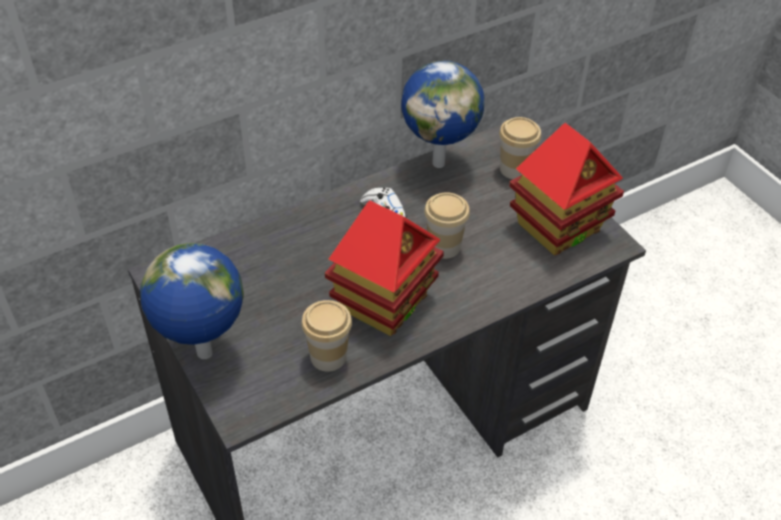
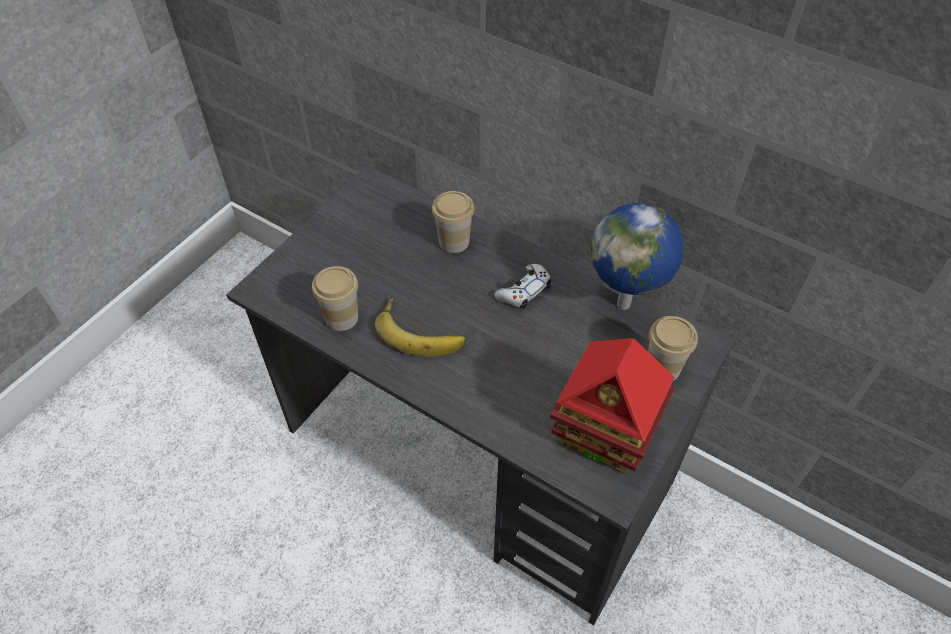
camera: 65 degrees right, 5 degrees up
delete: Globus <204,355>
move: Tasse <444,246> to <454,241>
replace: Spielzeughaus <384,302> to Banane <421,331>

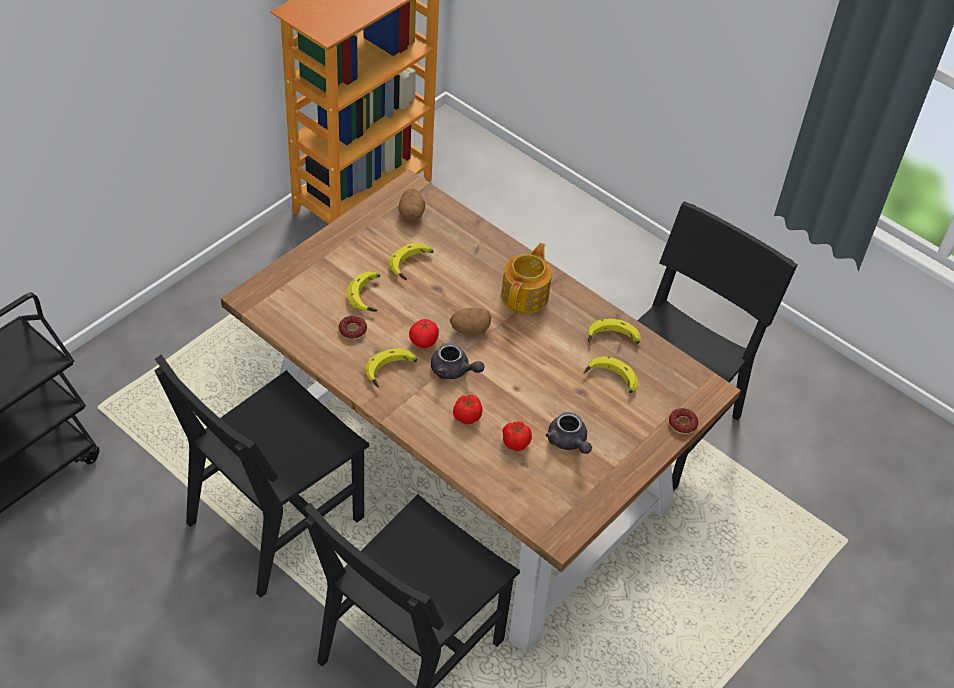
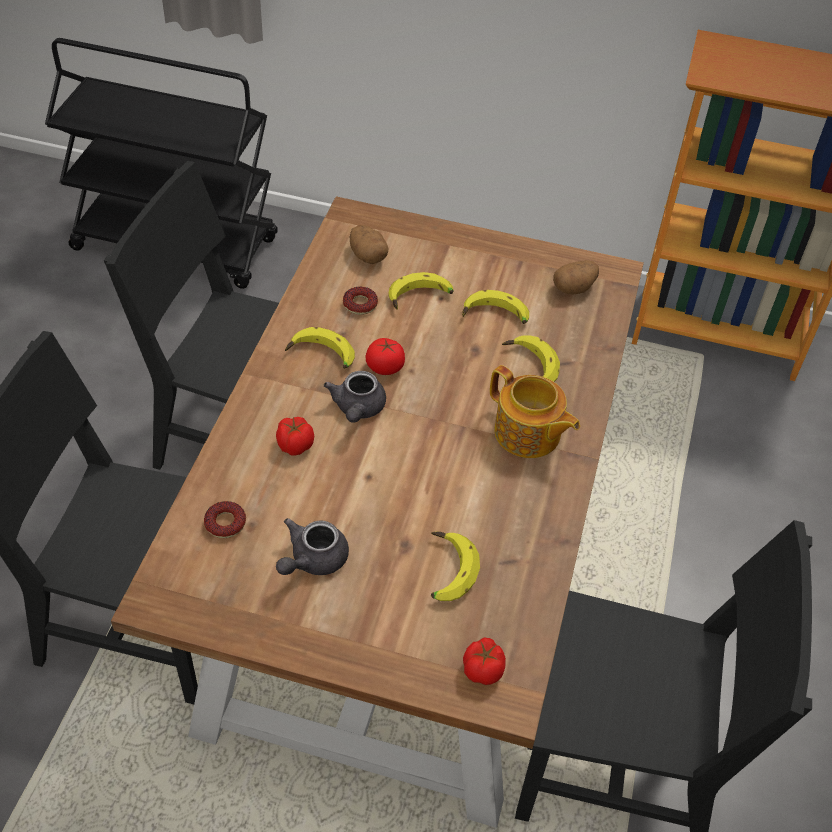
camera: 65 degrees right, 0 degrees up
move: Donut <682,424> to <225,523>; Kartoffel <469,329> to <368,256>; Tomate <515,442> to <483,669>; Banane <612,340> to <529,367>
rotate: Teekanne <526,295> = <528,434> 45 degrees clockwise

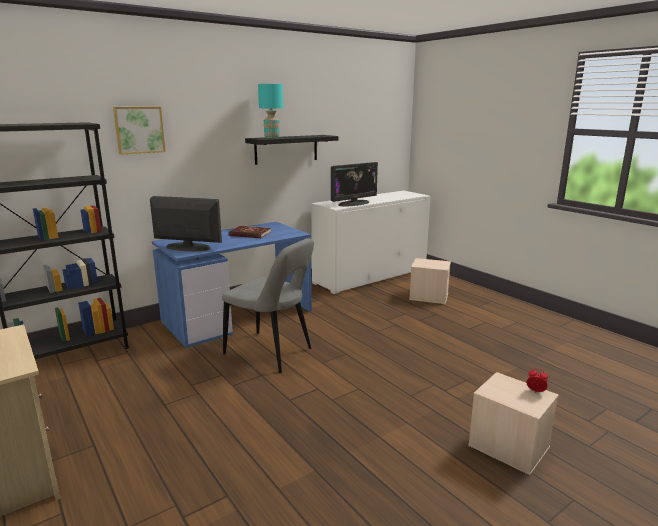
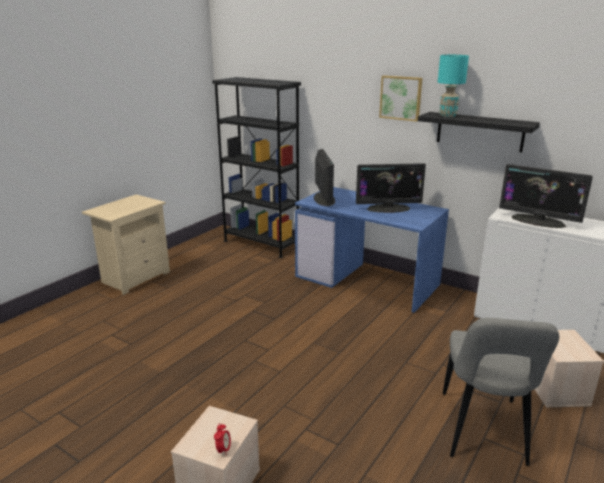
camera: 70 degrees right, 5 degrees up
move: Bild <139,130> to <401,98>; Stuhl [grau] <271,353> to <483,431>
replace: Buch [rot] <250,234> to Monitor <388,208>

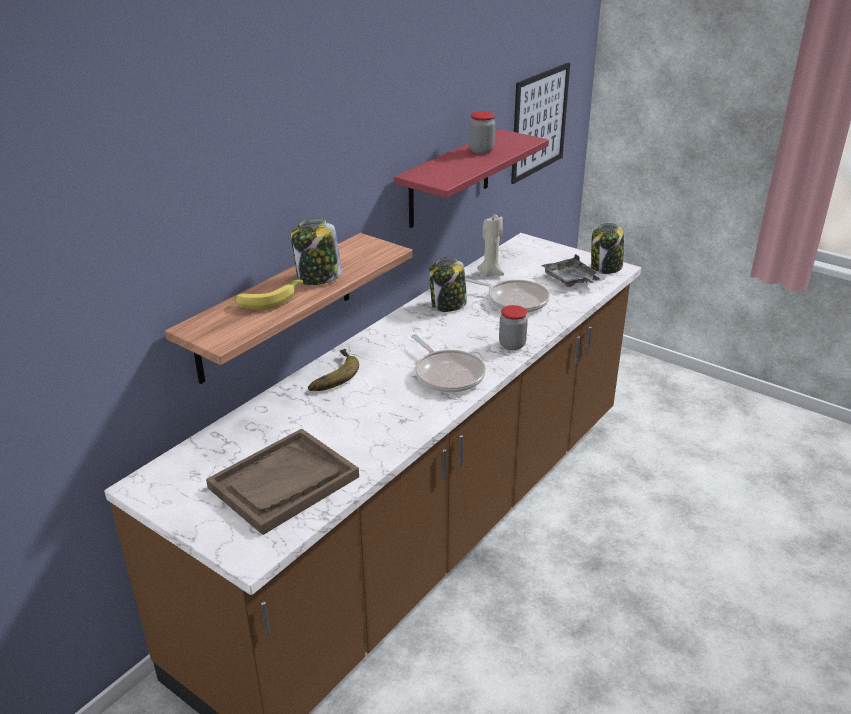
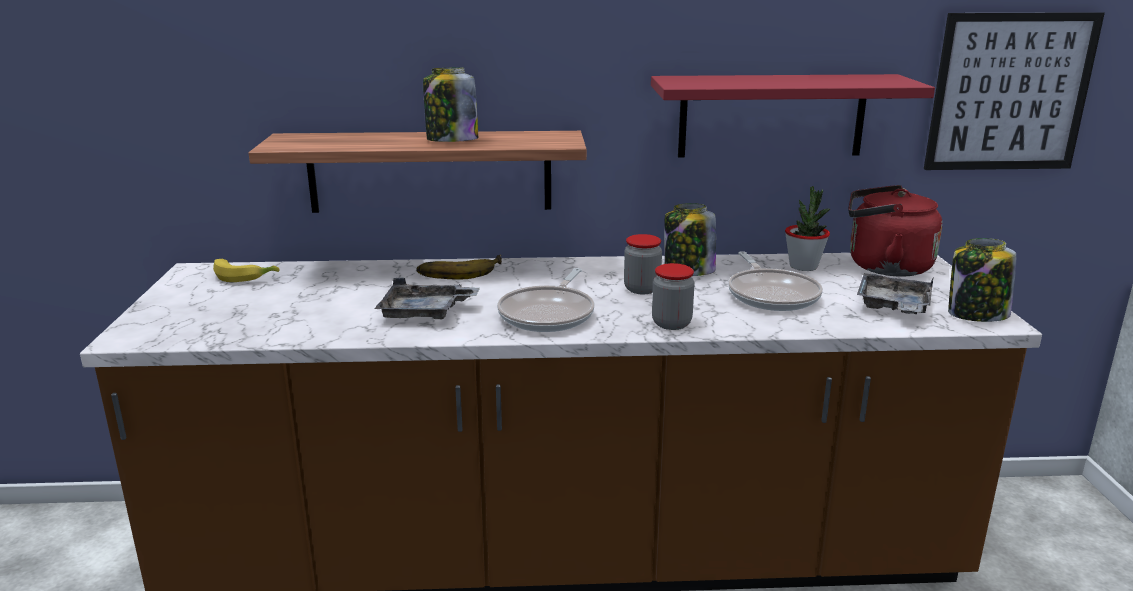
camera: 50 degrees right, 10 degrees down
delete: Tablett [braun] <283,483>
insert: Tablett [grau] <425,313>; Wasserkessel [rot] <883,267>
move: Banane <269,300> to <244,276>; Vorratsglas <481,150> to <642,289>
replace: Kerze [beige] <491,273> to Topfpflanze <803,266>

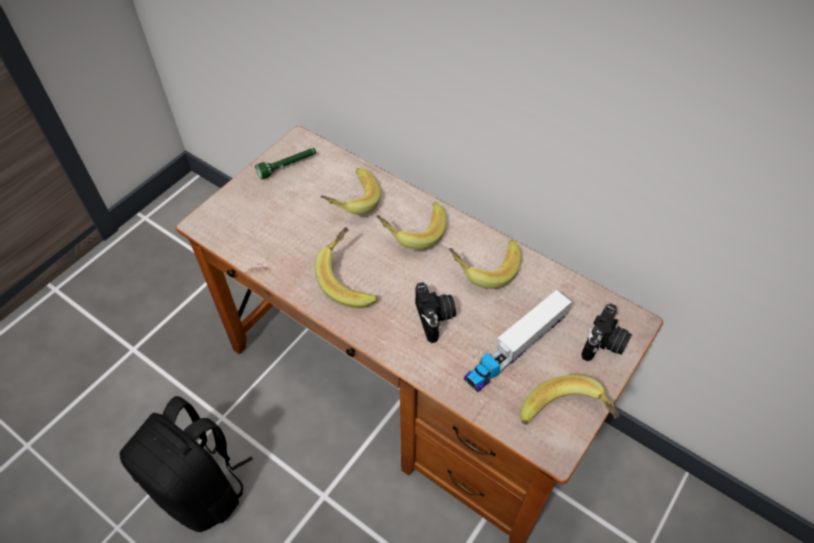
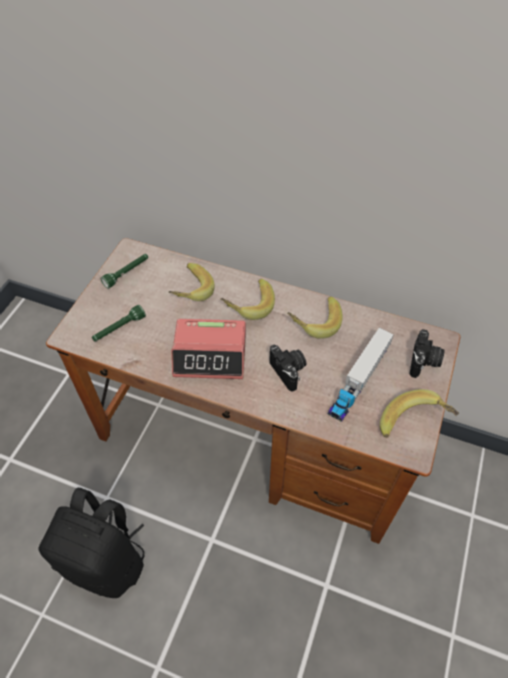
camera: 15 degrees left, 0 degrees up
insert: Taschenlampe [grün] <119,329>
replace: Banane <350,279> to Wecker <210,355>

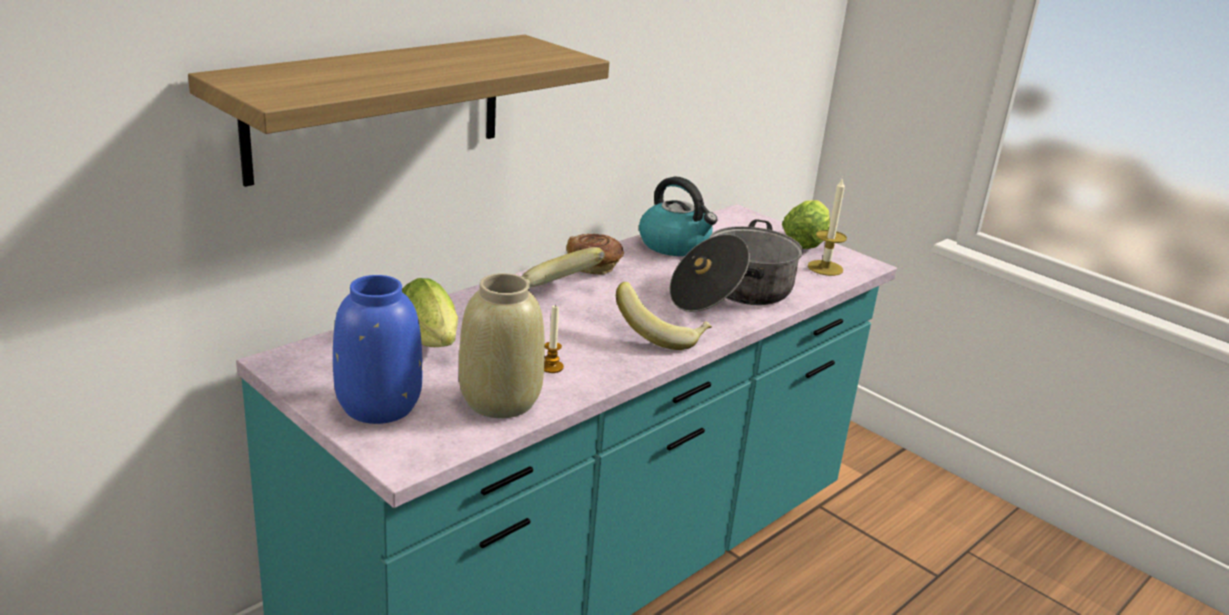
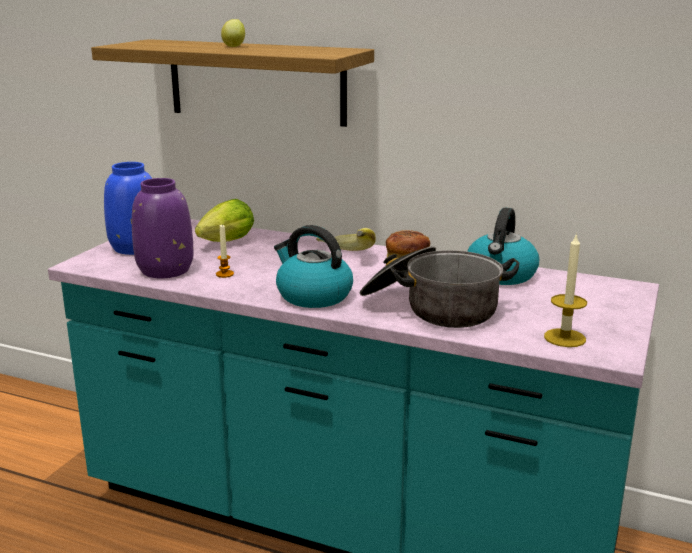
camera: 70 degrees right, 5 degrees down
delete: Salatkopf <806,242>
insert: Zitrone <234,46>
replace: Banane <661,336> to Wasserkessel <313,296>
recolor: Vase [beige] <499,401> to Vase [lila] <165,270>

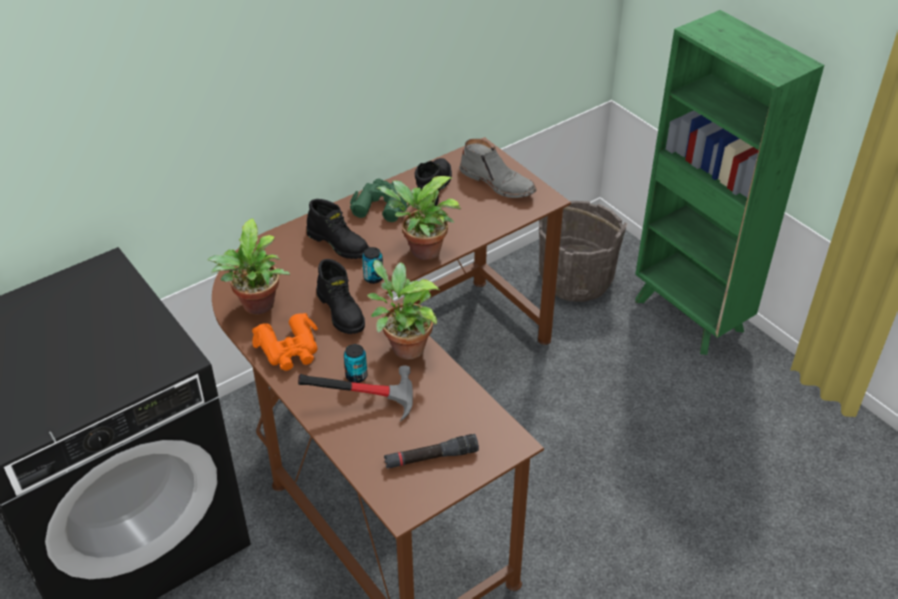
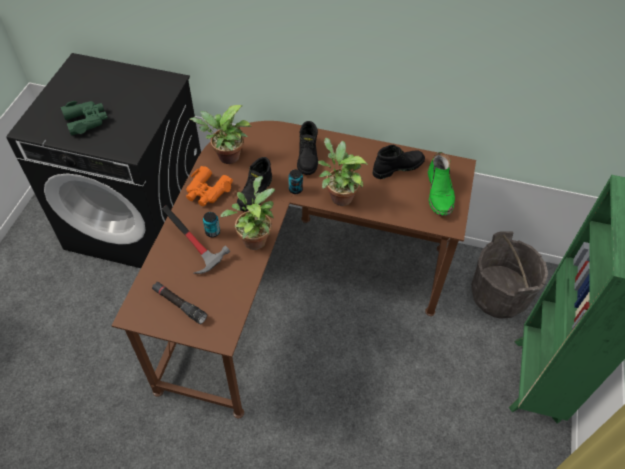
camera: 50 degrees right, 10 degrees up
move: Fernglas [grün] <381,205> to <86,120>
recolor: Stiefel [grau] <498,182> to Stiefel [grün] <440,193>

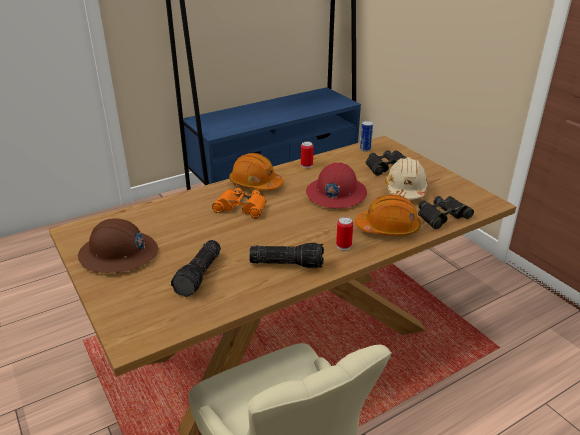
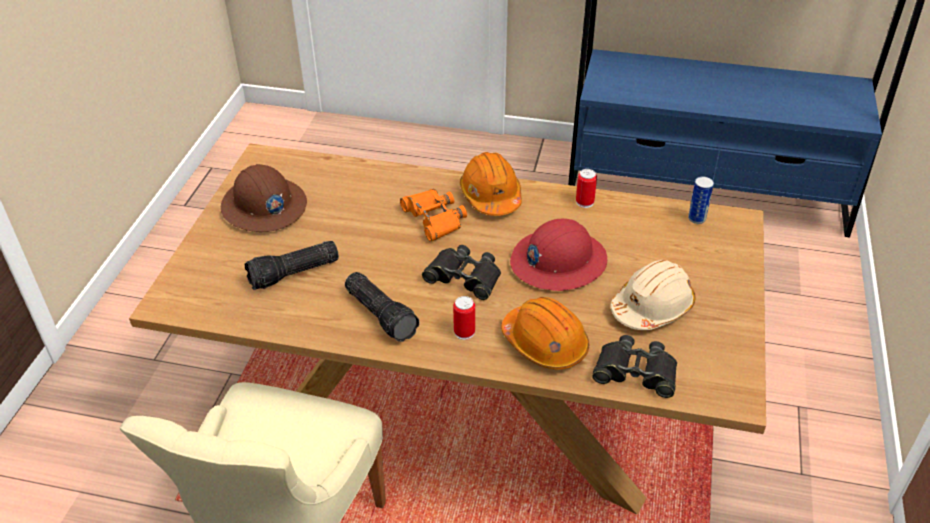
camera: 45 degrees right, 10 degrees up
move: Fernglas [schwarz] <387,167> to <464,277>

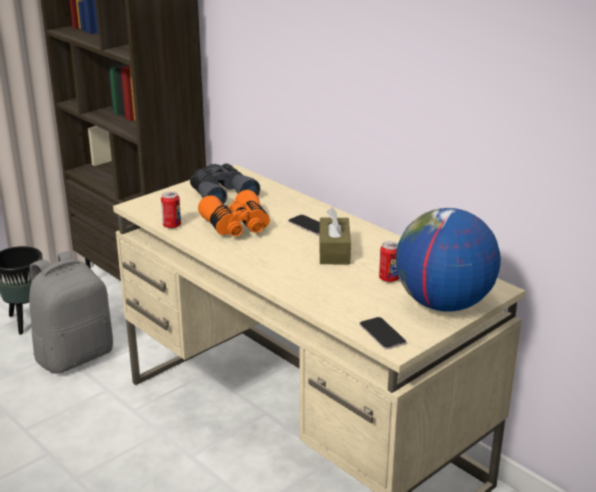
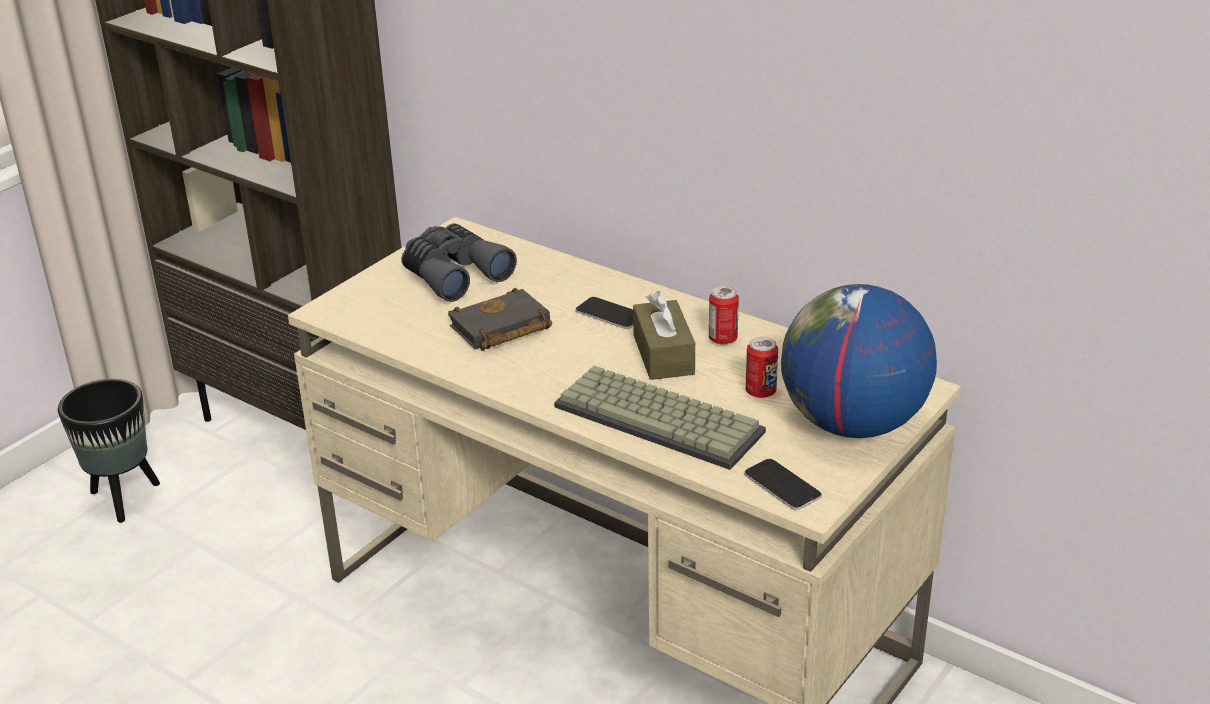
camera: 10 degrees left, 5 degrees up
delete: Rucksack [grau] <74,355>
insert: Tastatur <662,418>
move: Dose <172,225> to <723,339>
replace: Fernglas [orange] <237,226> to Buch [schwarz] <500,329>

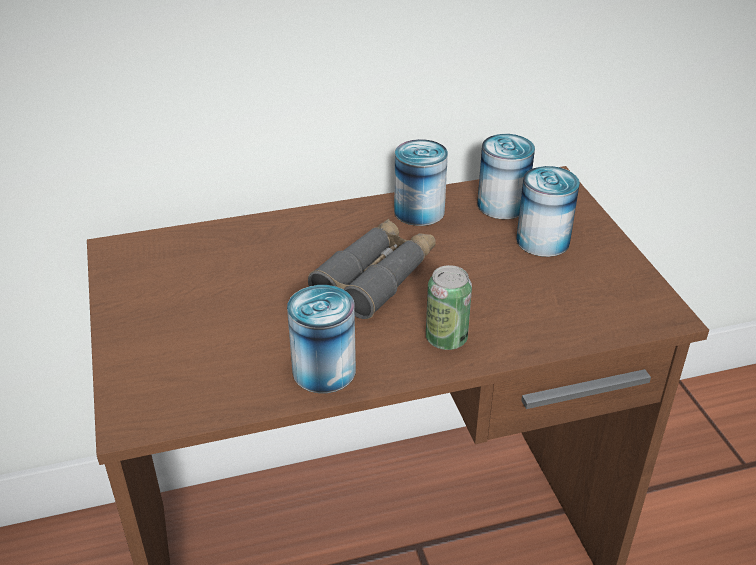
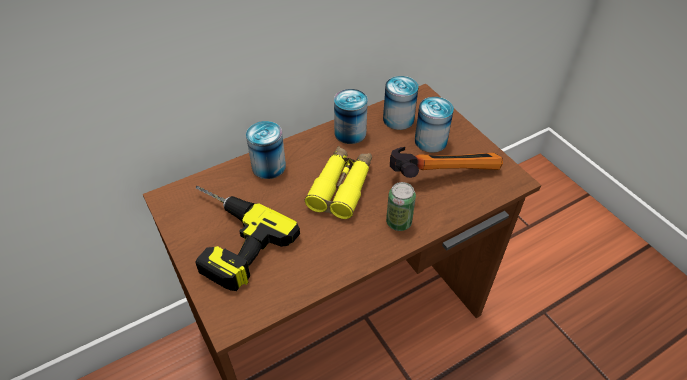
camera: 15 degrees left, 10 degrees up
insert: Bohrmaschine <225,239>; Hammer <441,172>
move: Dose <324,370> to <268,166>
recolor: Fernglas [grau] <376,277> to Fernglas [gelb] <341,187>

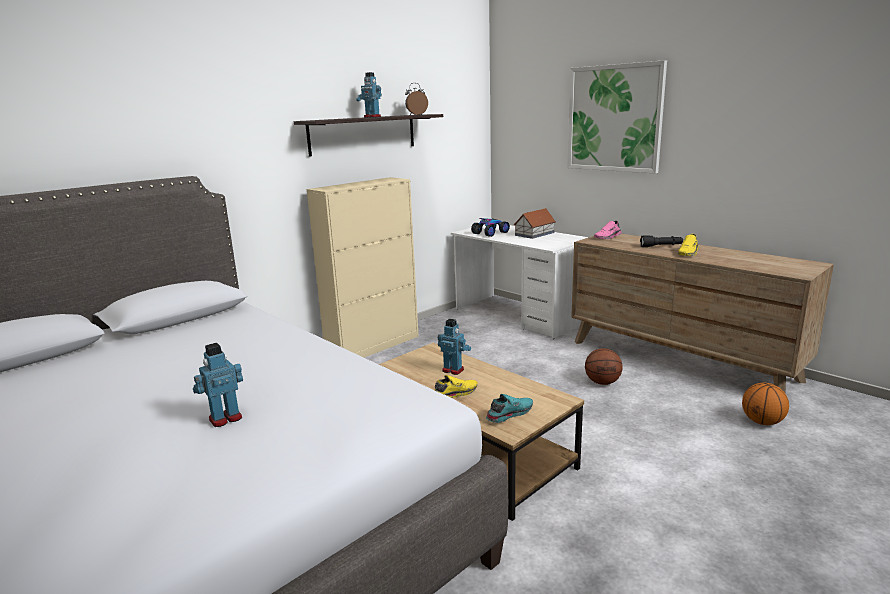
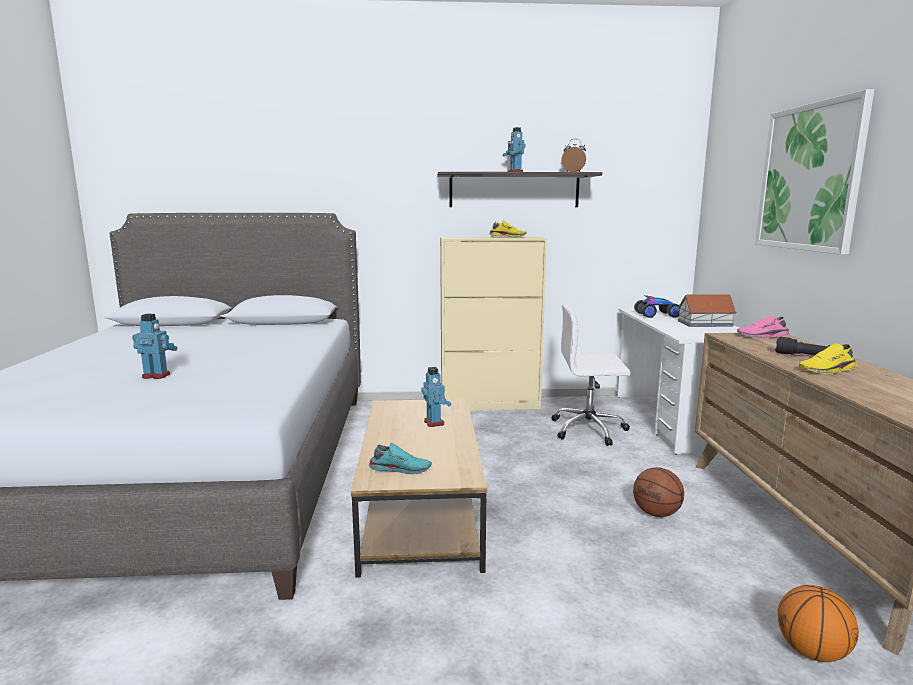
camera: 40 degrees right, 5 degrees down
insert: Bürostuhl [weiß] <589,429>
move: Schuh [gelb] <454,394> to <507,237>

